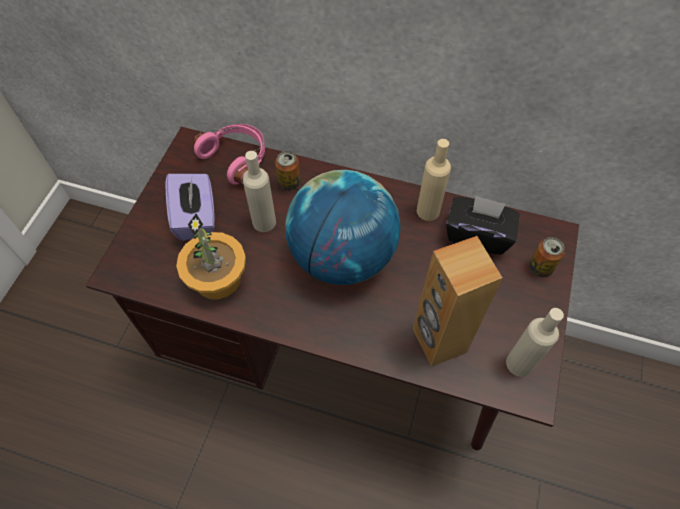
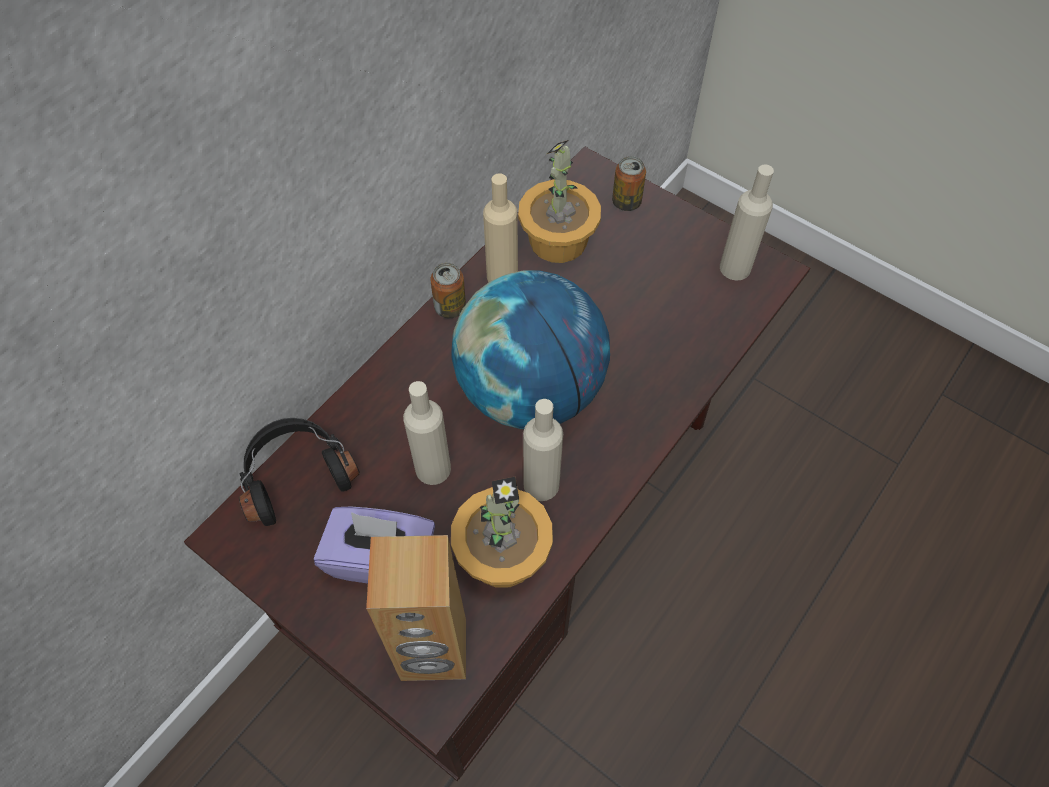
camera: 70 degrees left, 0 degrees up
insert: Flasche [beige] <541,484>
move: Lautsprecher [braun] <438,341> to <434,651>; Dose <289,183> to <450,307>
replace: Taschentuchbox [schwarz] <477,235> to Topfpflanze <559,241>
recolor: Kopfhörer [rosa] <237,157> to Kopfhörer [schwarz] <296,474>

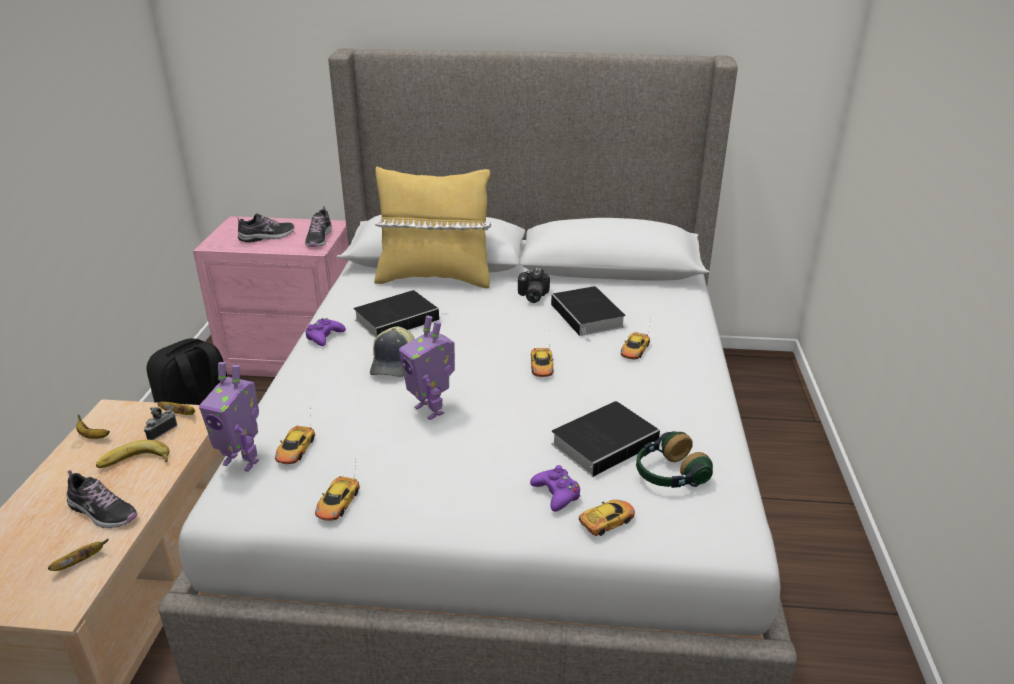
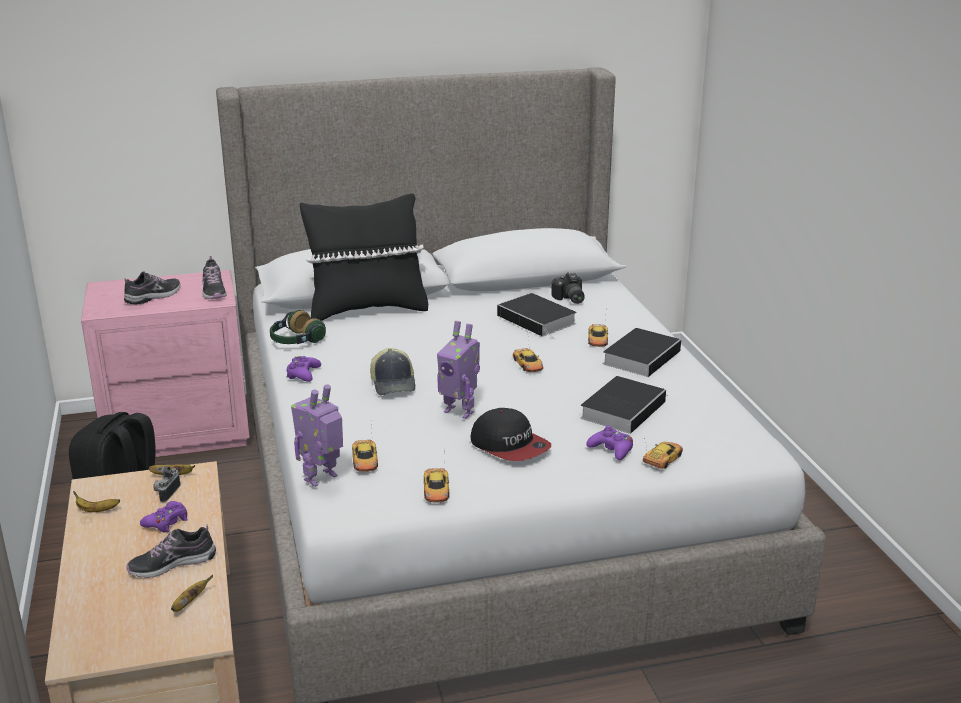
camera: 20 degrees left, 5 degrees down
insert: Kappe <510,446>
move: Kopfhörer <669,475> to <296,341>; Kamera <531,296> to <569,299>; Buch <398,318> to <642,356>
replace: Banane <135,463> to Gamepad [lila] <167,522>
recolor: Kissen [gelb] <434,278> to Kissen [schwarz] <367,310>
rotate: Schuh <102,512> = <172,564> 150 degrees clockwise; Spielzeugroboter <242,461> = <322,478> 135 degrees clockwise

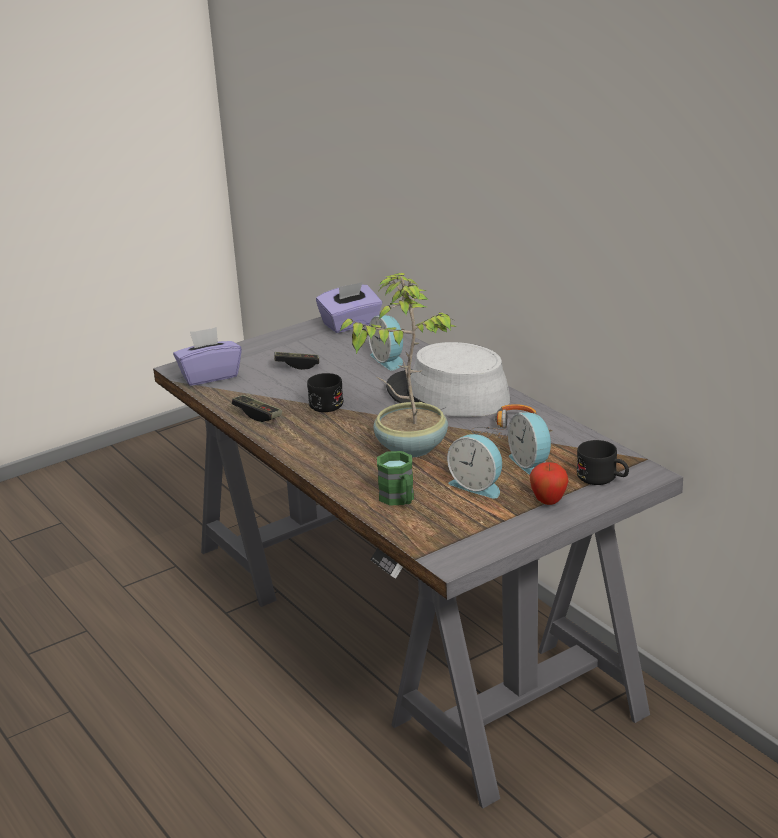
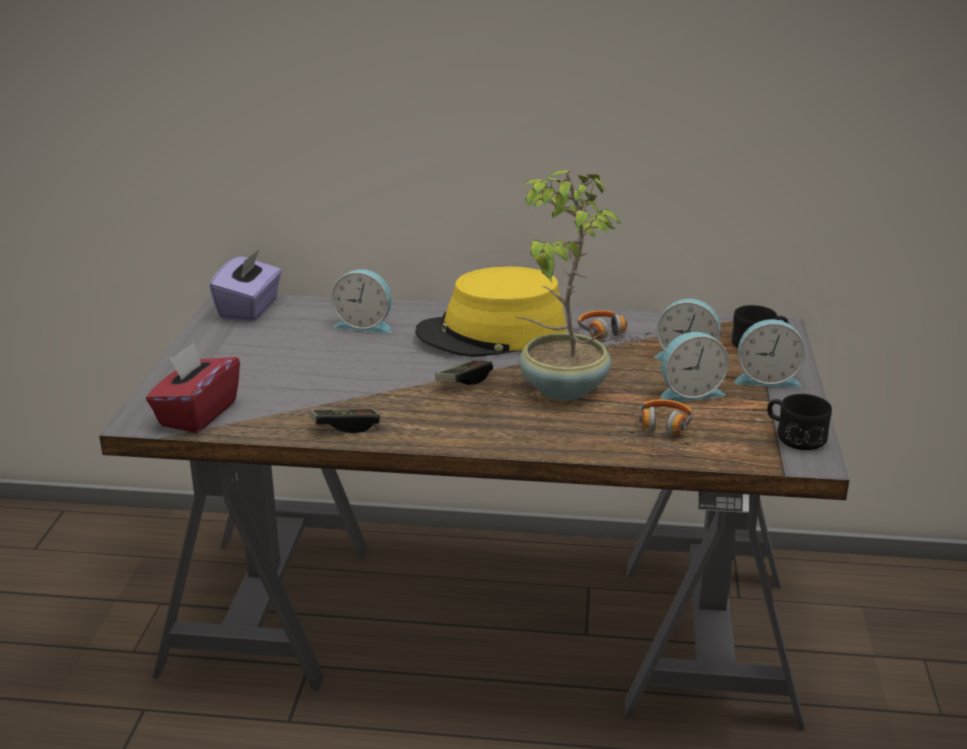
camera: 50 degrees left, 0 degrees up
move: Gamepad <297,365> to <464,381>; Henkelbecher [schwarz] <327,402> to <793,436>
replace: Henkelbecher [grün] <399,500> to Kopfhörer <658,435>; Apfel <548,502> to Wecker <766,379>
recolor: Taschentuchbox [lila] <209,376> to Taschentuchbox [rot] <197,414>; Hut [grau] <447,395> to Hut [gelb] <492,333>

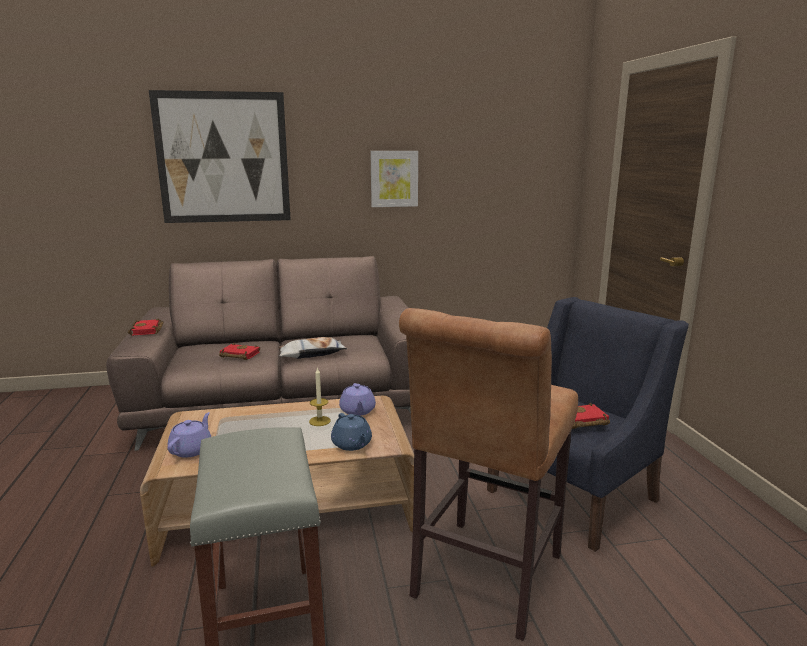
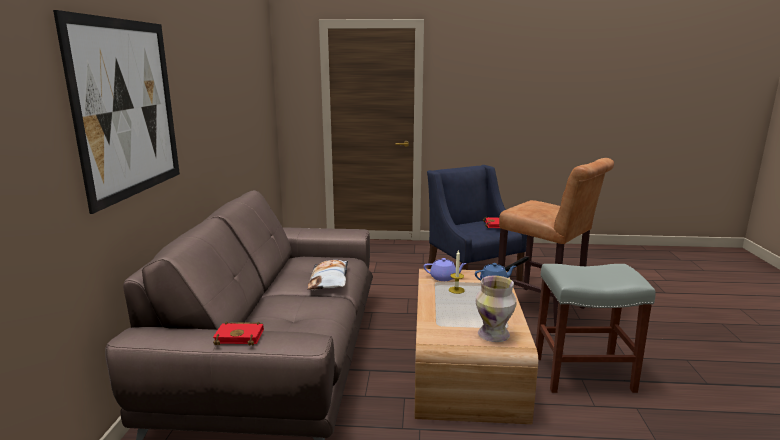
camera: 75 degrees left, 0 degrees up
delete: Buch [rot] <238,355>; Bild <394,178>
replace: Teekanne [lila] <192,449> to Vase <493,335>

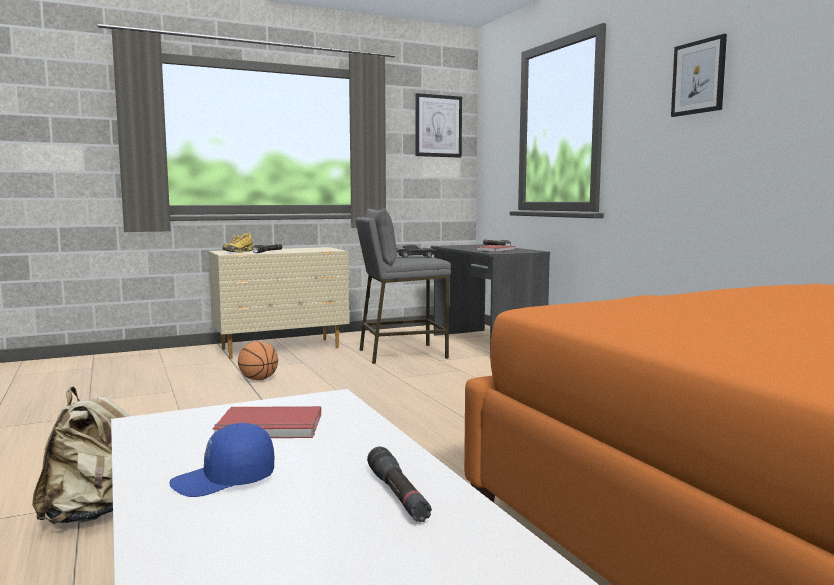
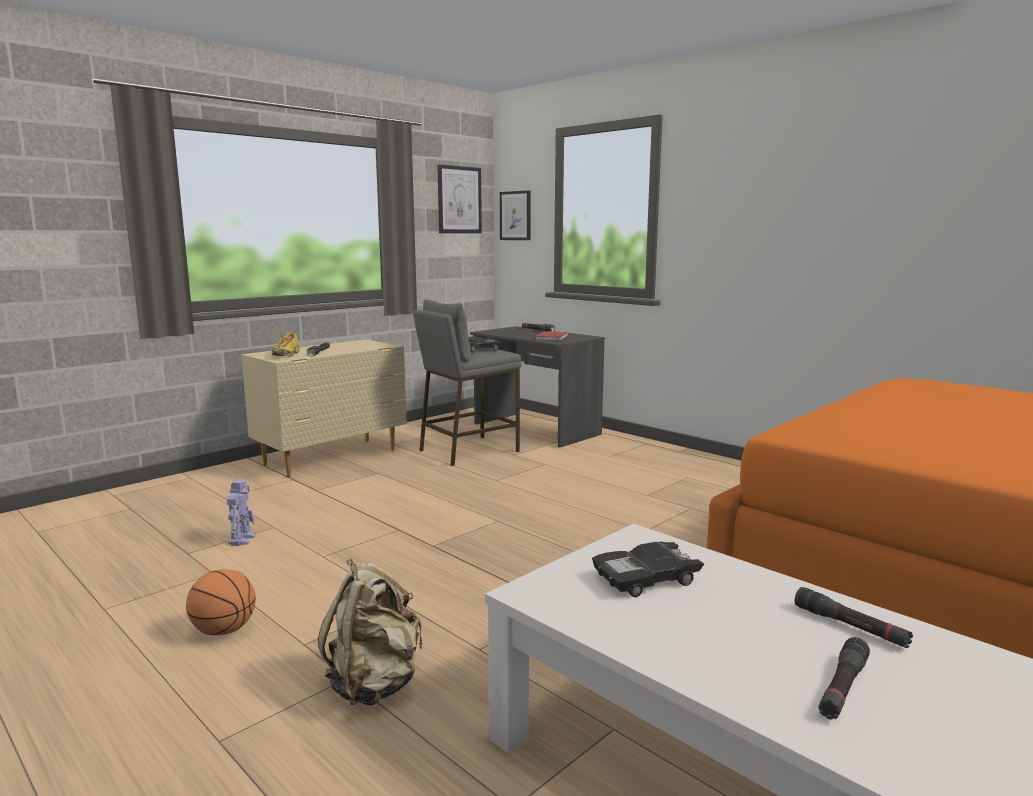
camera: 20 degrees left, 5 degrees up
delete: Kappe [blau] <224,481>
insert: Spielzeugroboter <242,539>; Taschenlampe [schwarz] <842,688>
move: Basketball <258,380> to <224,631>; Bild <698,77> to <515,215>
replace: Buch [rot] <269,428> to Spielzeugauto [schwarz] <646,579>

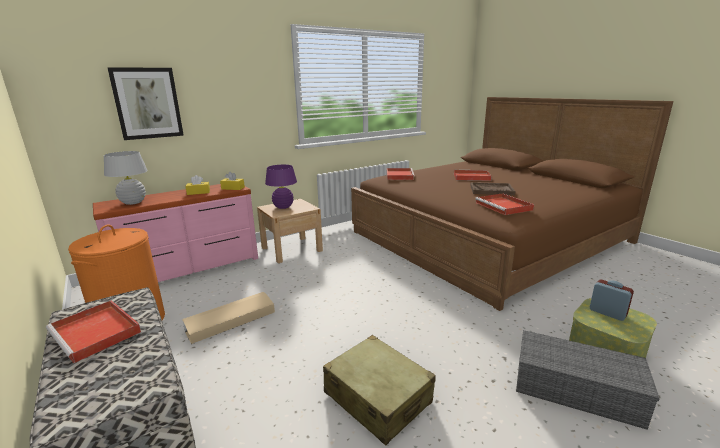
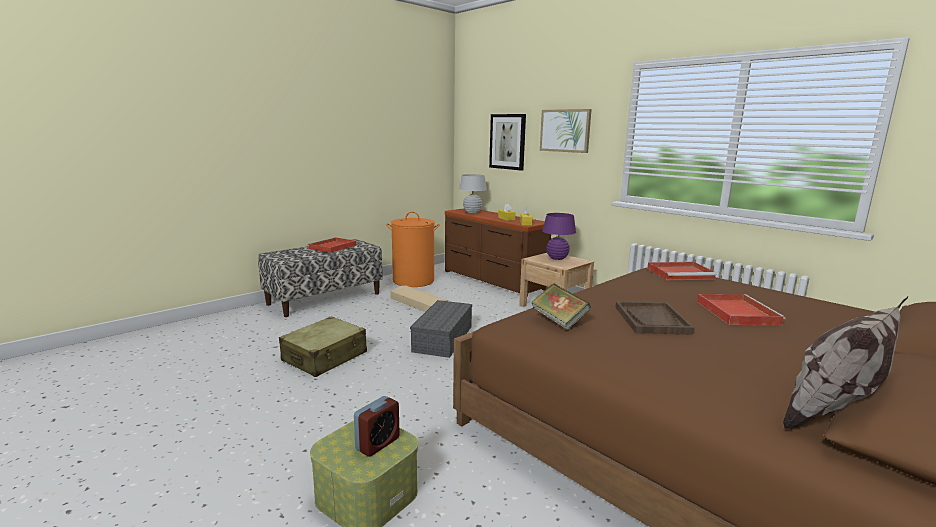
camera: 80 degrees right, 5 degrees down
insert: Bild <565,130>; Kissen <831,416>
move: Aufbewahrungsbox [grau] <577,389> to <443,339>
replace: Tablett [rot] <504,206> to Buch <559,320>
recolor: Kommode [rosa] <189,268> to Kommode [braun] <492,280>

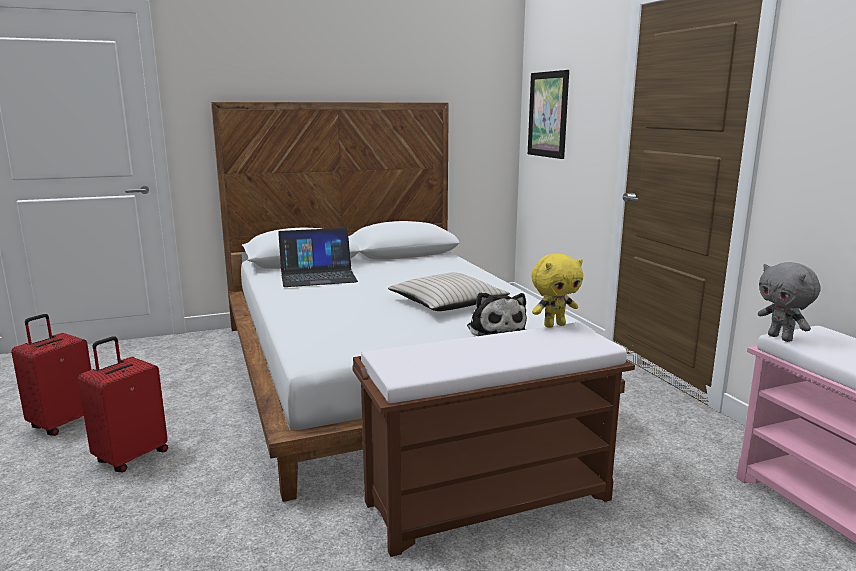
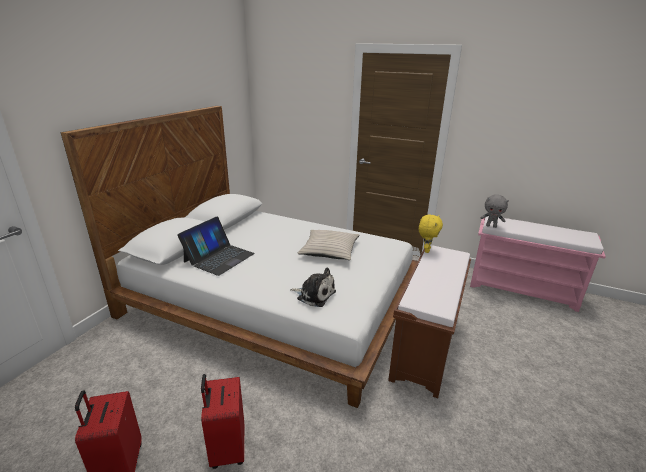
camera: 45 degrees left, 10 degrees up
delete: Bild <548,114>
move: Plüschtier <495,329> to <314,295>

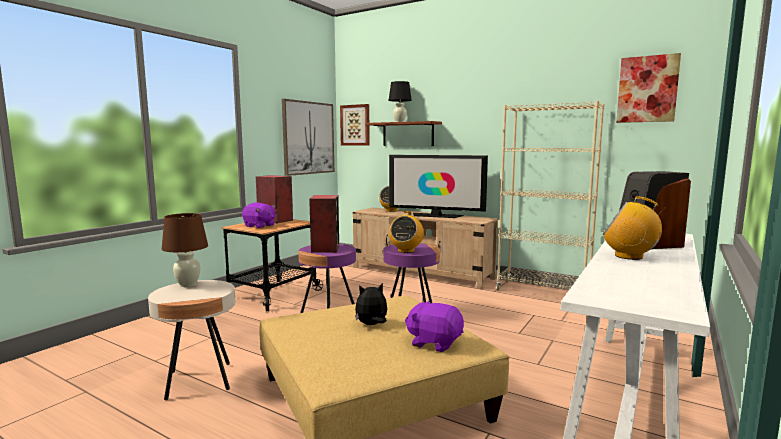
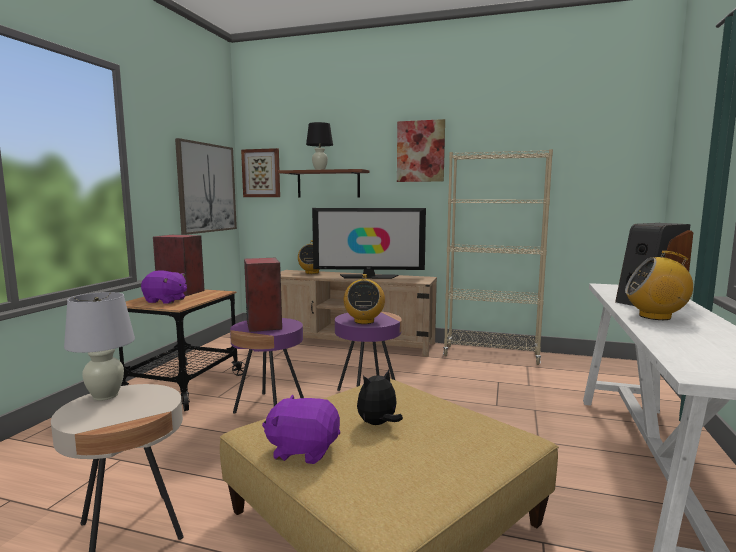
camera: 15 degrees left, 0 degrees up
move: Plüschtier [lila] <434,342> to <303,450>; Bild <647,89> to <420,151>
recolor: Tischlampe [braun] <188,285> to Tischlampe [weiß] <105,396>

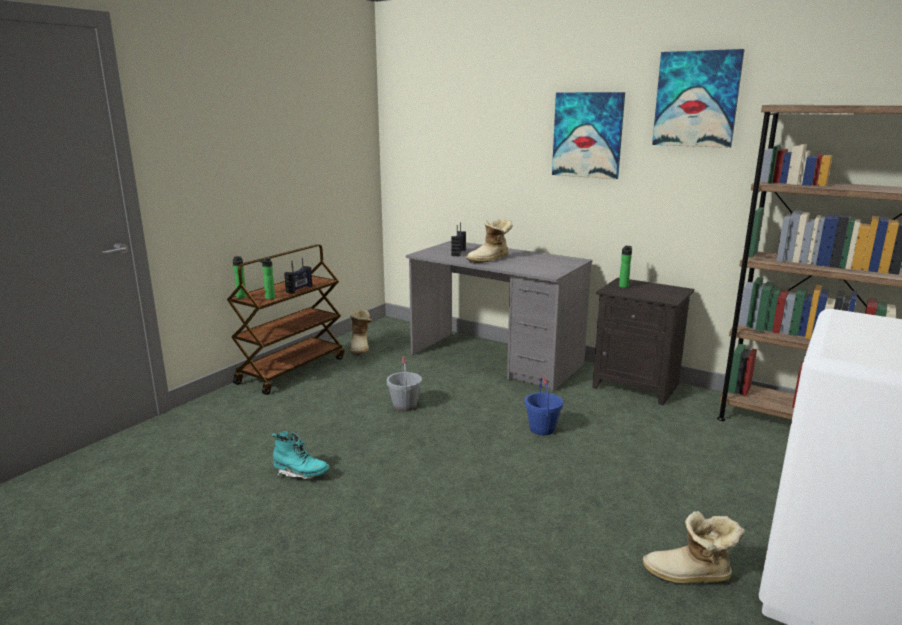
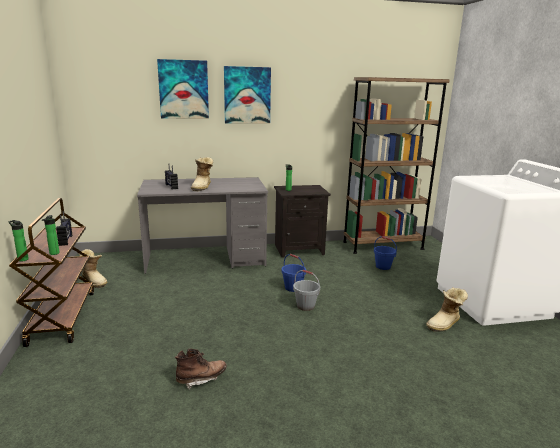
camera: 45 degrees left, 0 degrees up
insert: Eimer [blau] <383,266>
move: Bild <696,99> to <183,89>; Eimer [grau] <404,406> to <305,306>
recolor: Stiefel [türkis] <301,474> to Stiefel [braun] <201,379>

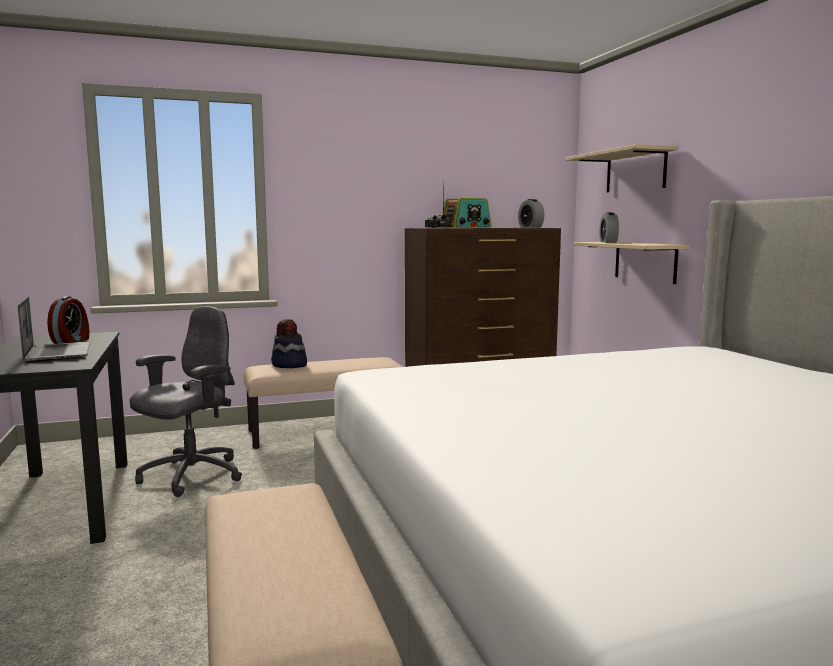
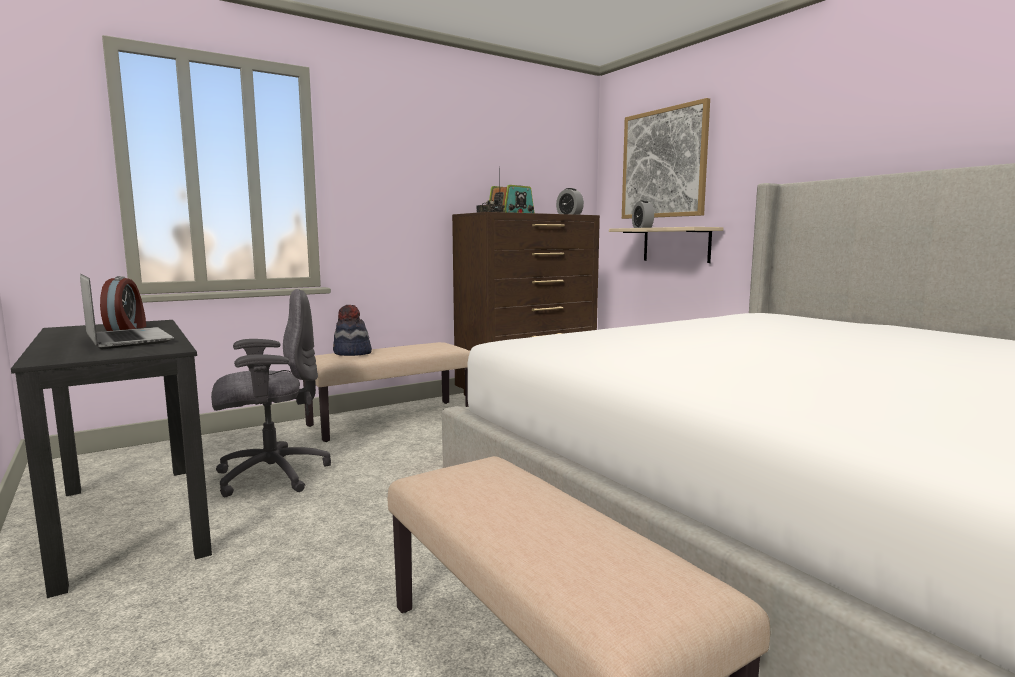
camera: 15 degrees left, 0 degrees up
replace: Wandregal [beige] <635,171> to Bild <663,163>
rotate: Bürostuhl [grau] <190,476> = <270,475> 45 degrees clockwise

